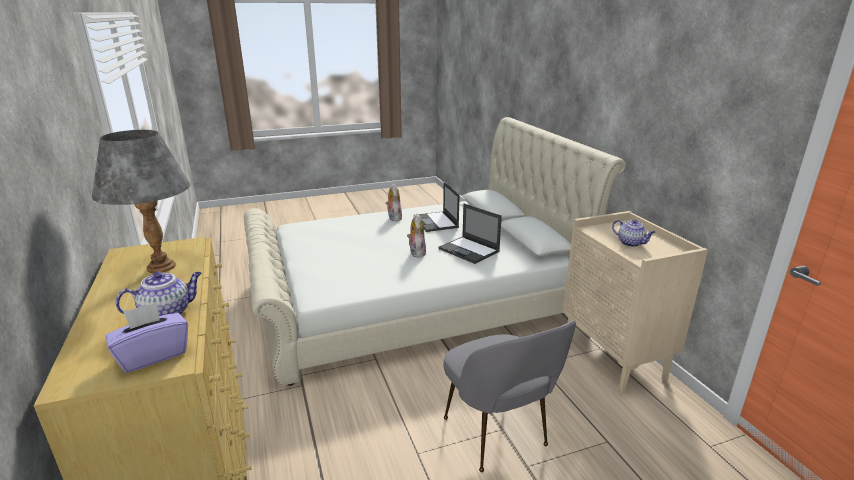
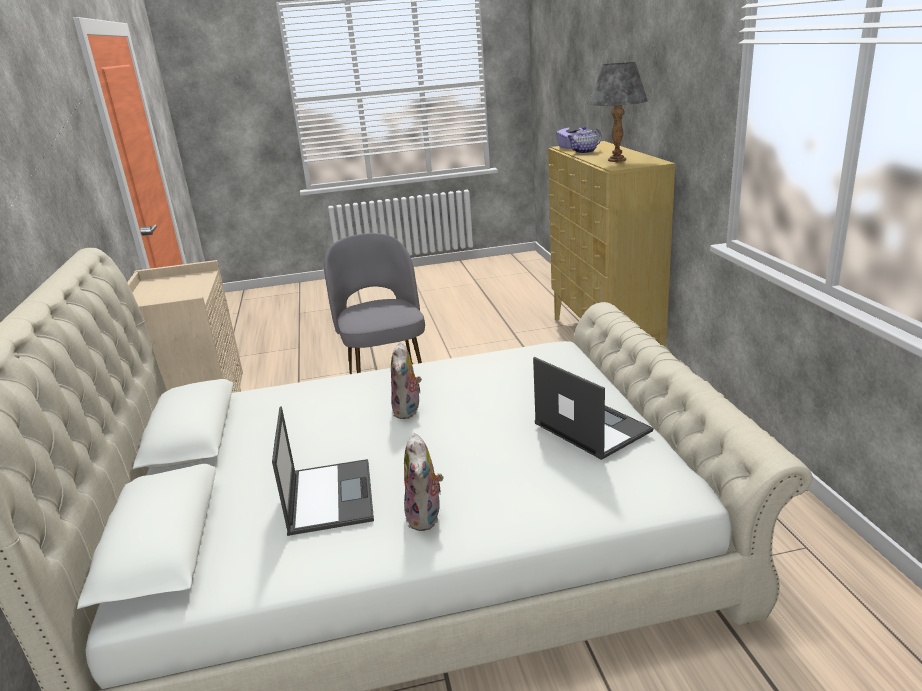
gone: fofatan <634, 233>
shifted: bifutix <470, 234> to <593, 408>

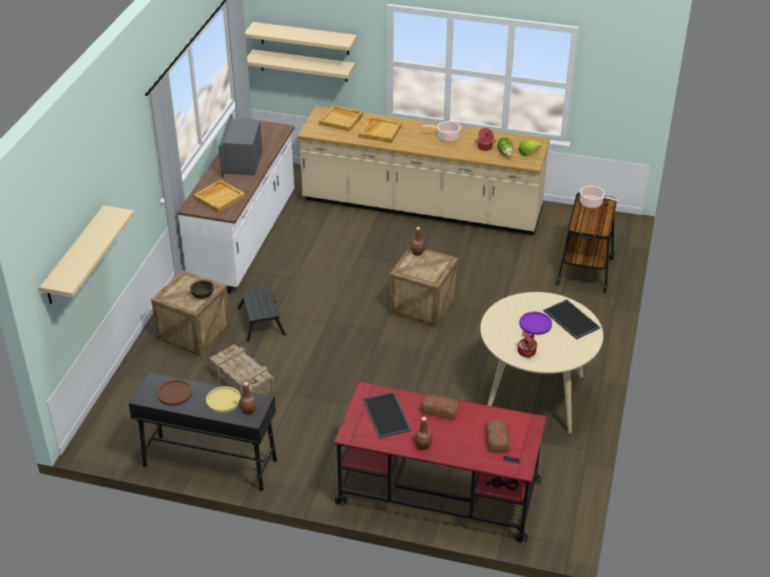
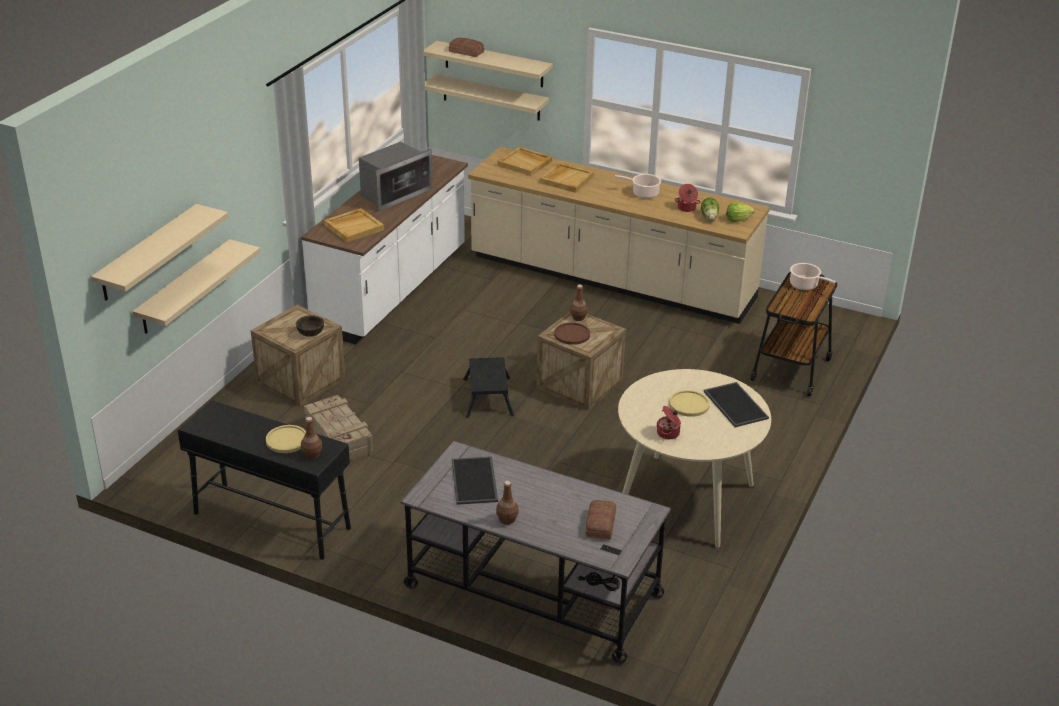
new: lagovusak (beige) <196, 286>
shifted: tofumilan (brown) <174, 393> to <572, 333>; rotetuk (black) <262, 314> to <489, 387>; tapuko <440, 407> to <466, 47>
repainted: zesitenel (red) <440, 462> to zesitenel (grey) <536, 552>; tofumilan (purple) <535, 323> to tofumilan (yellow) <689, 403>
rotated: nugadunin <241, 146> = <396, 177> 150 degrees counterclockwise

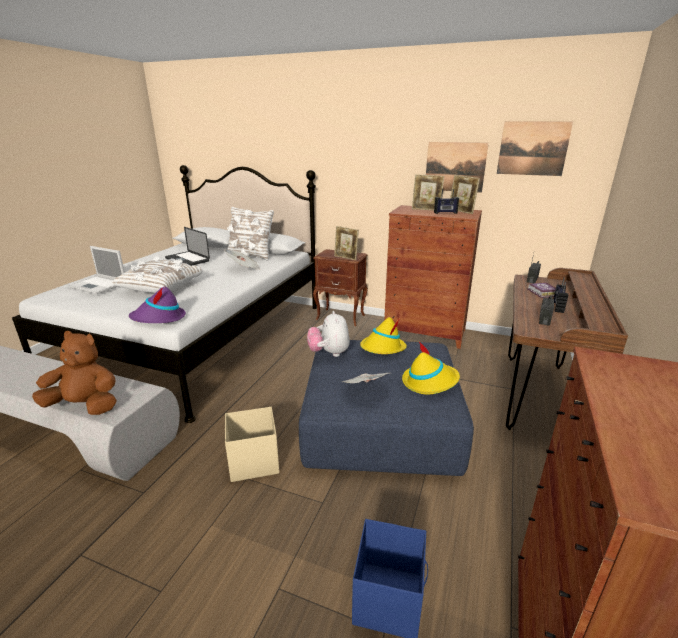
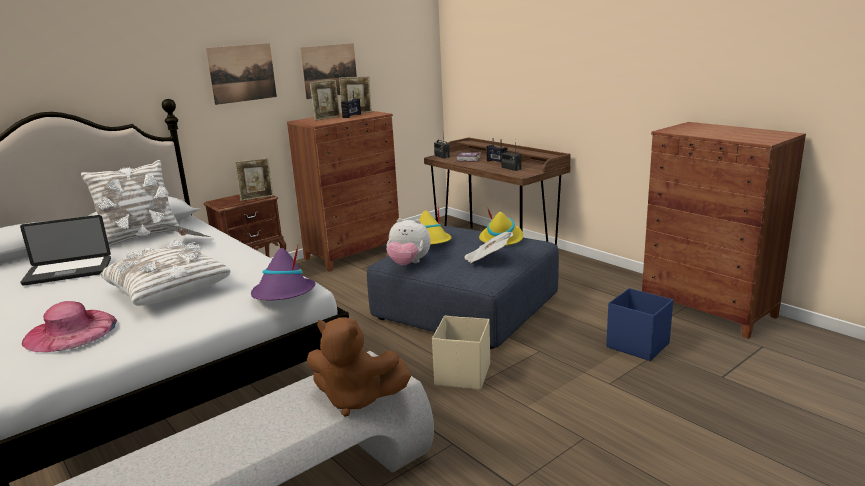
shifted: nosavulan <535, 148> to <241, 74>
swapped: bifutix <96, 270> to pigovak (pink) <69, 326>
rotated: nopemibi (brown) <74, 373> = <359, 367> 105 degrees counterclockwise

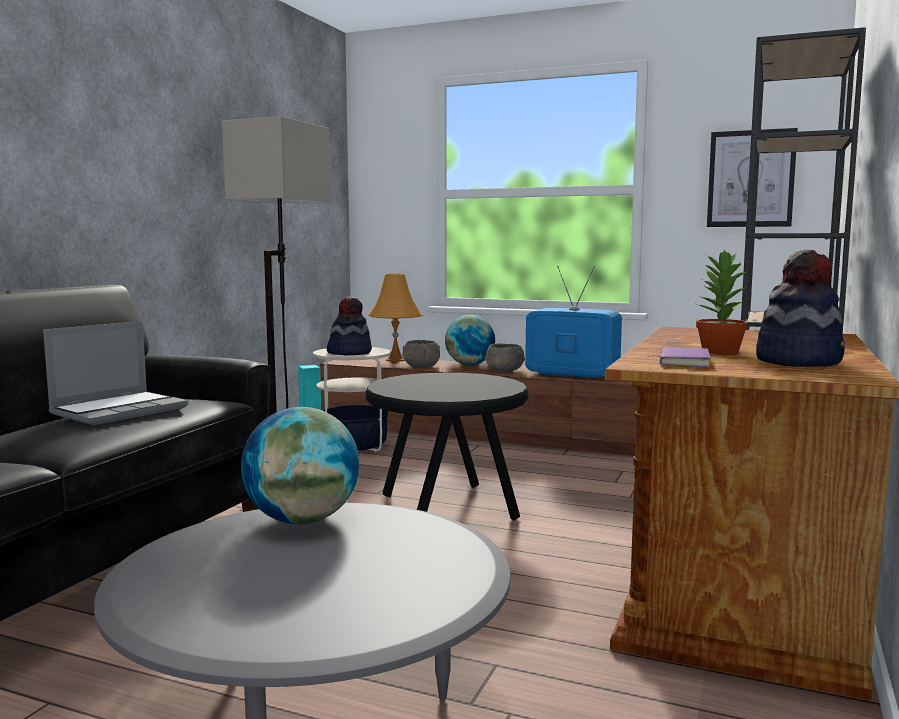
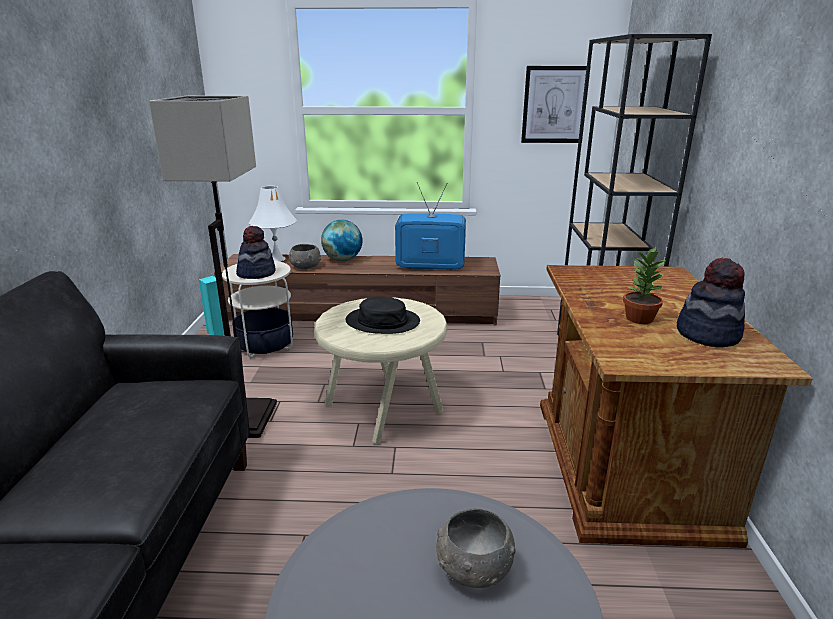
gone: bifutix <116, 373>; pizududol <300, 465>; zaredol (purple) <679, 357>
new: pigovak (black) <383, 315>
shifted: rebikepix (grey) <505, 357> to <476, 548>
repainted: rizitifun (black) <447, 447> to rizitifun (beige) <380, 370>; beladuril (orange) <395, 318> to beladuril (white) <273, 223>

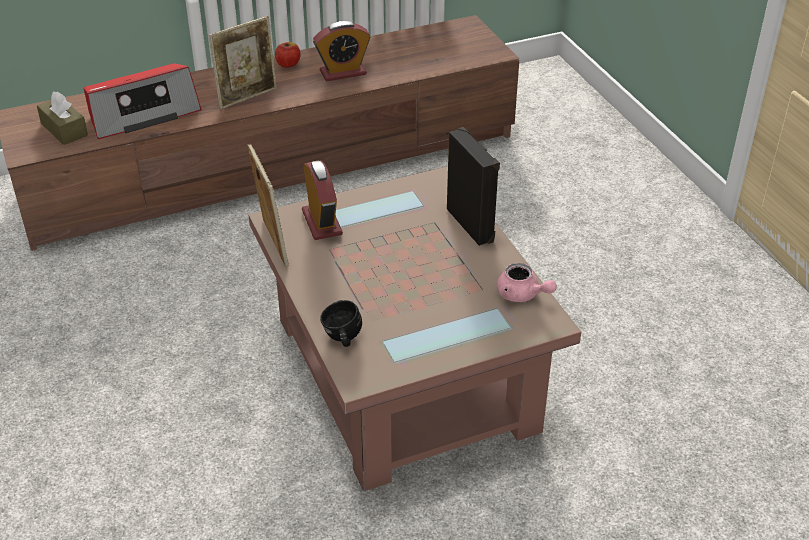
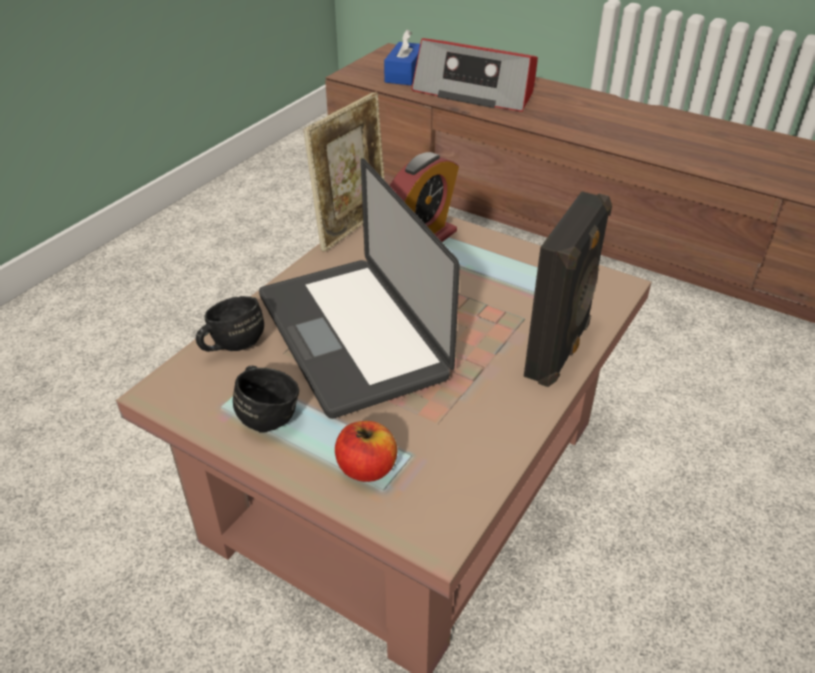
gone: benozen <243, 62>; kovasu <341, 51>; fofatan (pink) <527, 282>
new: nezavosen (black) <266, 399>; bifutix <359, 288>
shifted: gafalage <288, 55> to <366, 451>
repainted: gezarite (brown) <62, 118> to gezarite (blue) <402, 57>

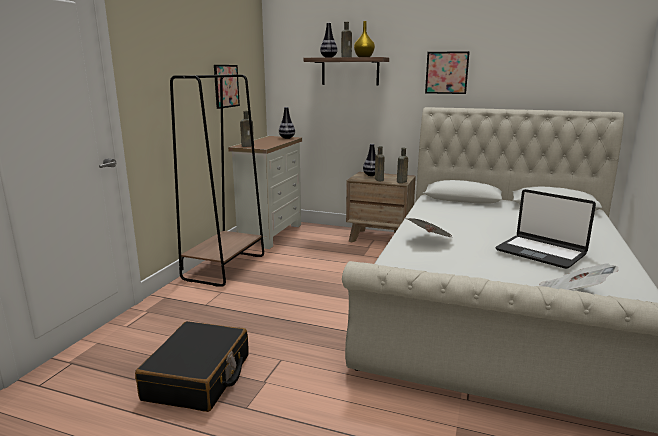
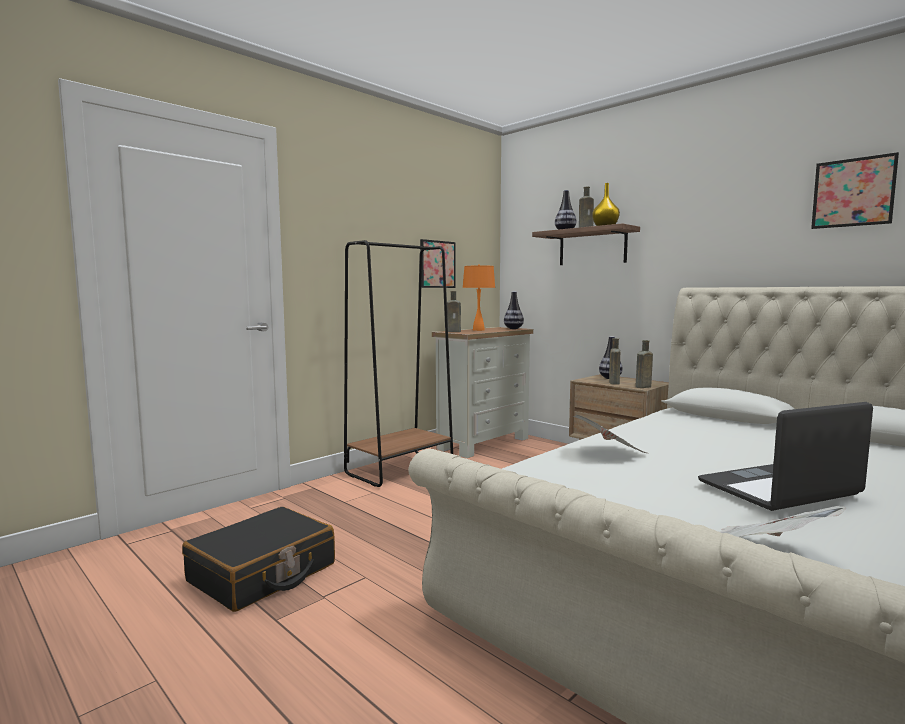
new: beladuril (orange) <479, 297>
shifted: nosavulan <447, 72> to <855, 190>
rotated: bifutix <546, 229> = <785, 456> 90 degrees clockwise

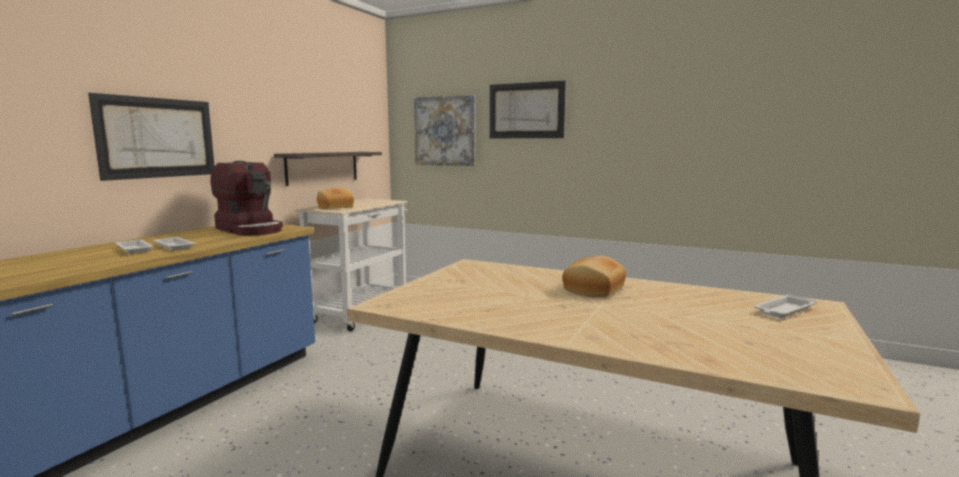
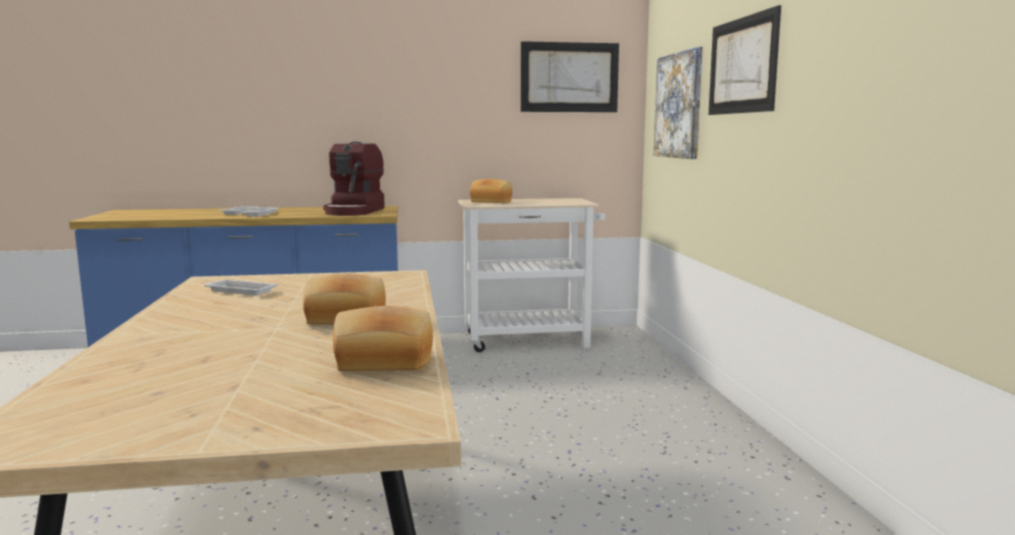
gone: lagovusak <328, 169>
new: tapuko <383, 338>
shifted: nosavulan <151, 137> to <570, 76>; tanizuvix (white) <785, 306> to <241, 287>

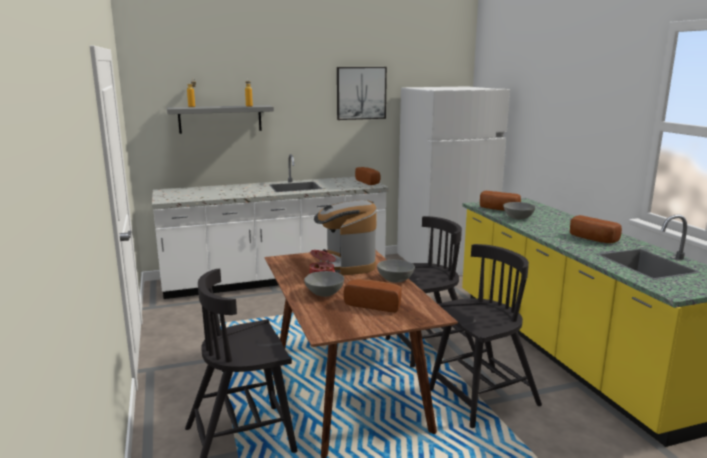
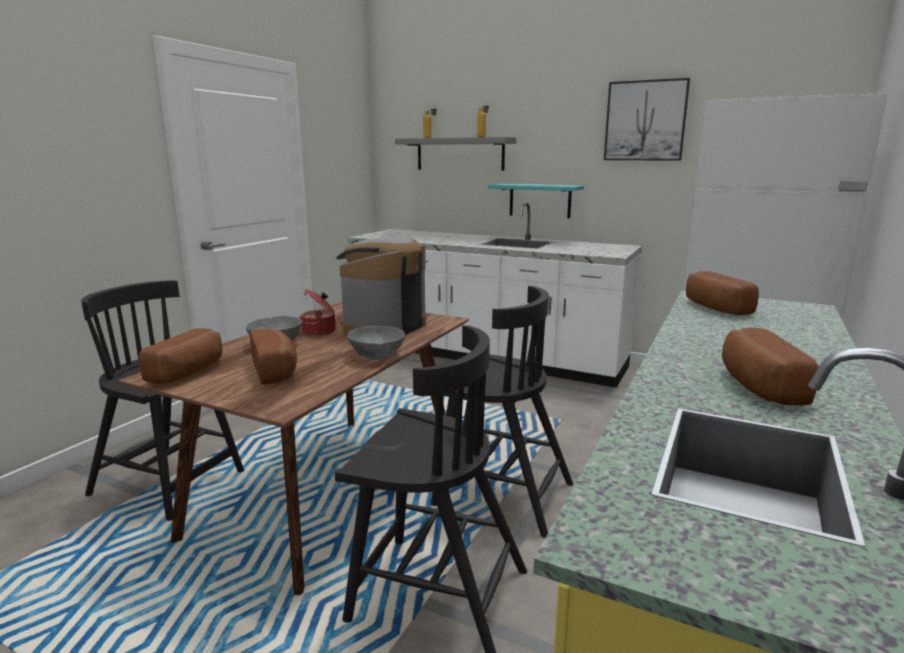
gone: rebikepix (grey) <519, 211>
new: lagovusak (turquoise) <536, 200>
shifted: tapuko <368, 176> to <180, 356>

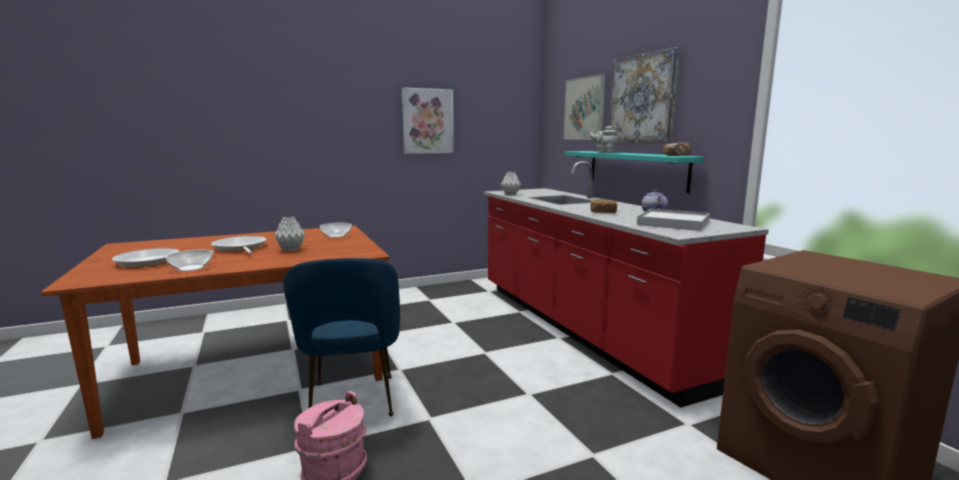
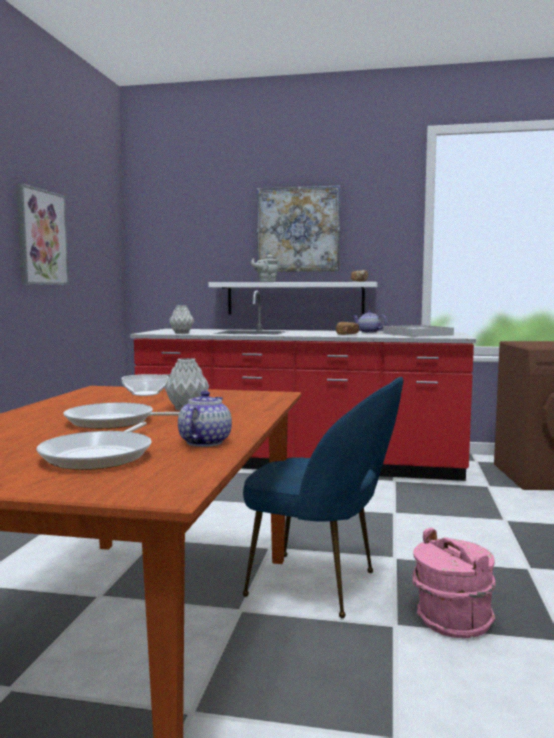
gone: nosavulan <584, 107>
swapped: rebikepix <189, 260> to fofatan <205, 418>
repainted: lagovusak (turquoise) <634, 172> to lagovusak (white) <292, 298>

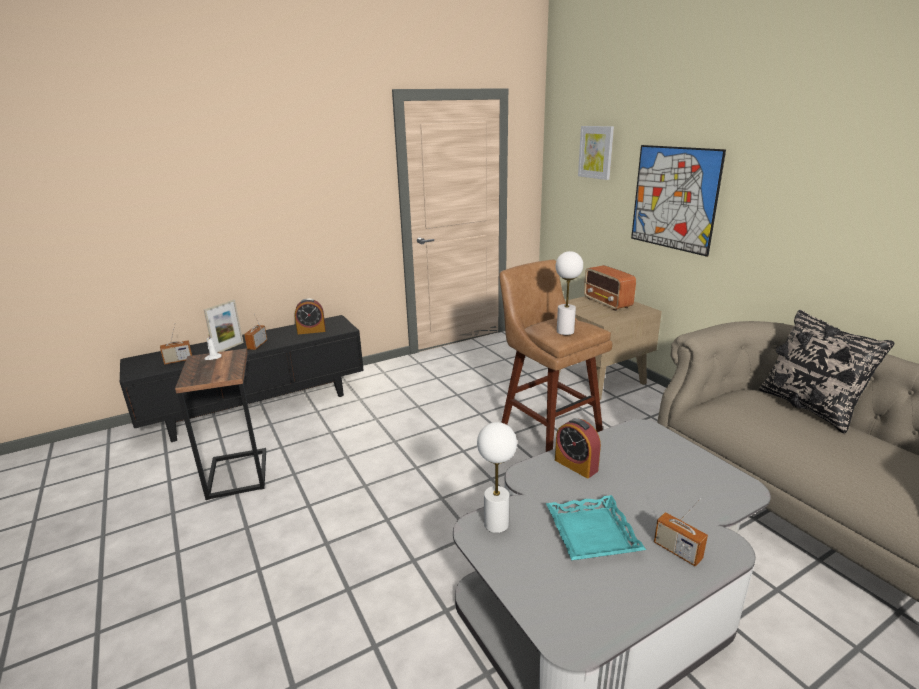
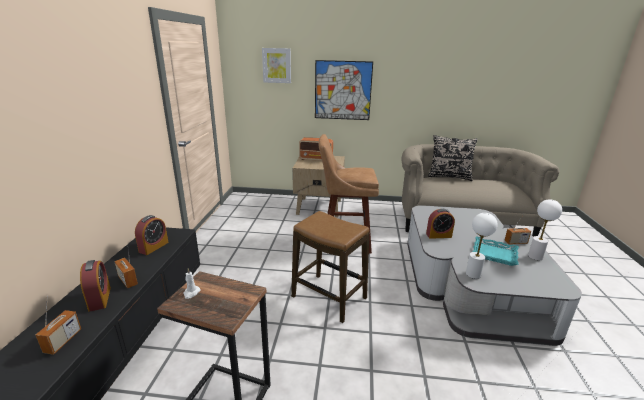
new: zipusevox <330, 267>
shifted: beladuril (white) <569, 293> to <545, 230>
swapped: benozen <224, 326> to kovasu <95, 286>

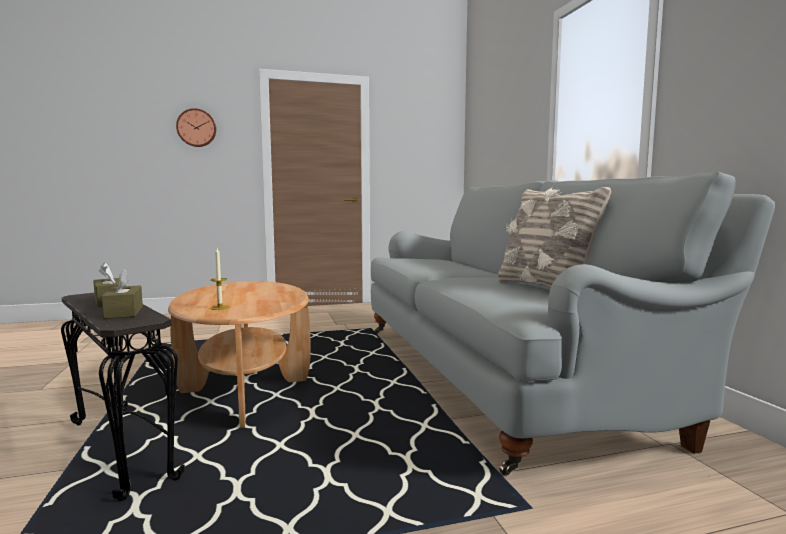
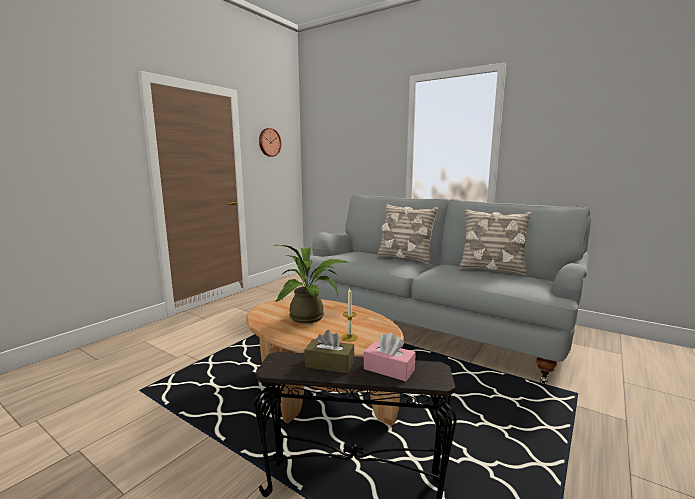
new: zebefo <312, 284>; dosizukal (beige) <407, 234>
shifted: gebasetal <196, 127> to <270, 142>
repainted: gezarite (brown) <122, 294> to gezarite (pink) <390, 357>

